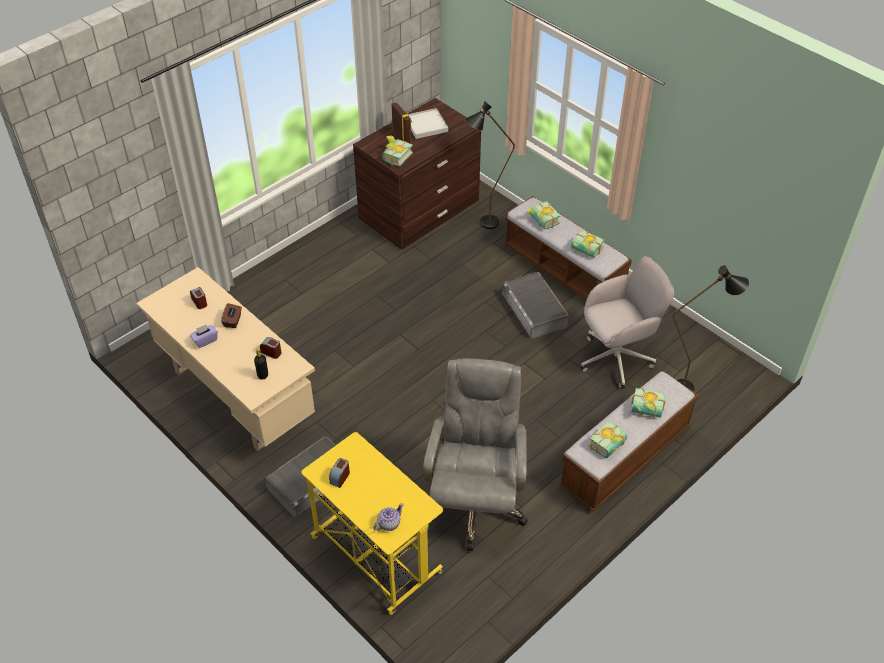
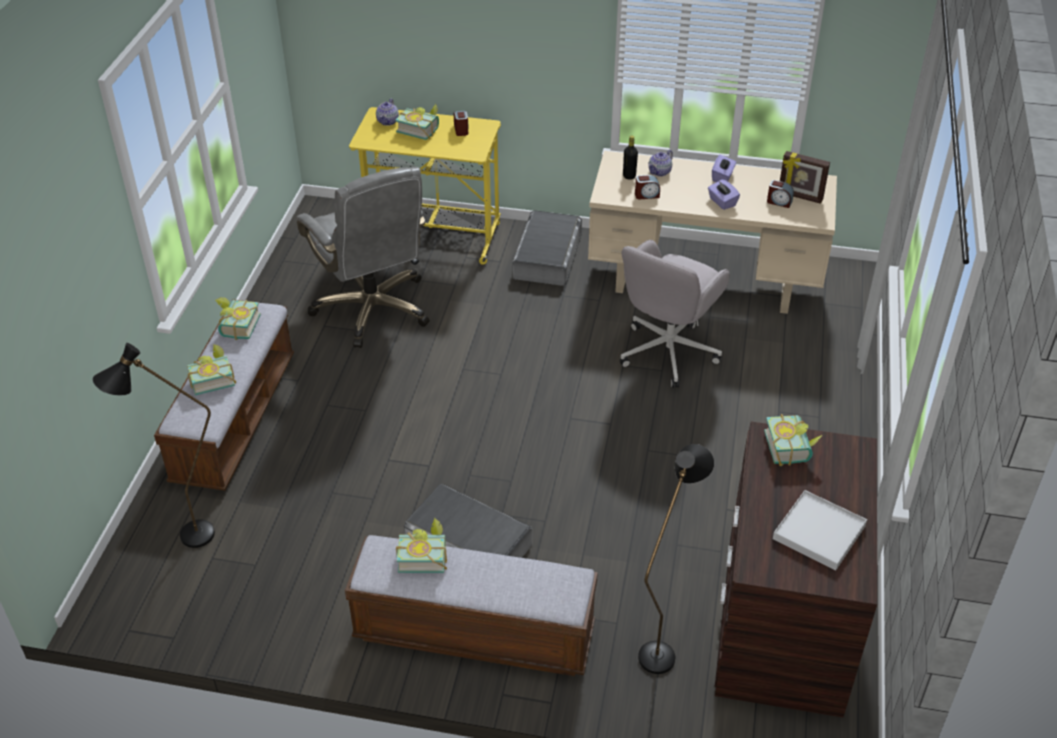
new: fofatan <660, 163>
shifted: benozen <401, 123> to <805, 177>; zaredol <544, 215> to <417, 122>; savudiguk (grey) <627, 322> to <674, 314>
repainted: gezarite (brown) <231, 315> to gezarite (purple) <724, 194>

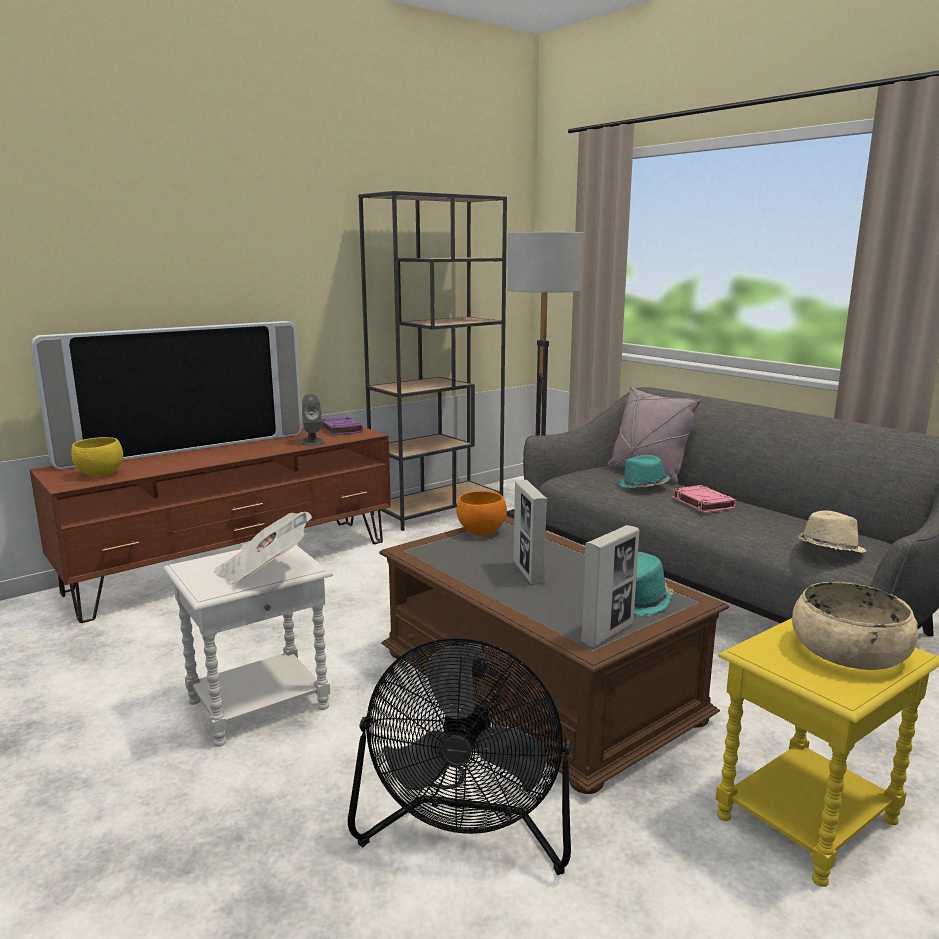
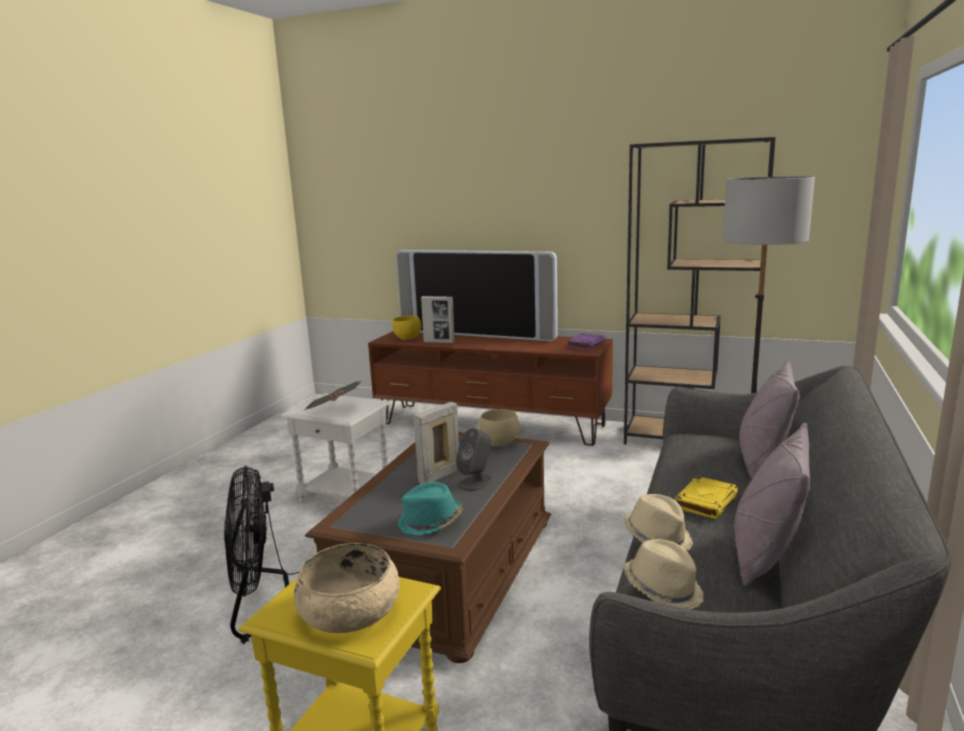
gone: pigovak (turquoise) <644, 471>
new: pigovak (beige) <658, 522>; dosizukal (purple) <773, 504>
shifted: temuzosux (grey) <312, 420> to <475, 459>; benozen <610, 586> to <438, 319>
repainted: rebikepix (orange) <482, 513> to rebikepix (beige) <499, 428>; zaredol (pink) <704, 499> to zaredol (yellow) <707, 497>

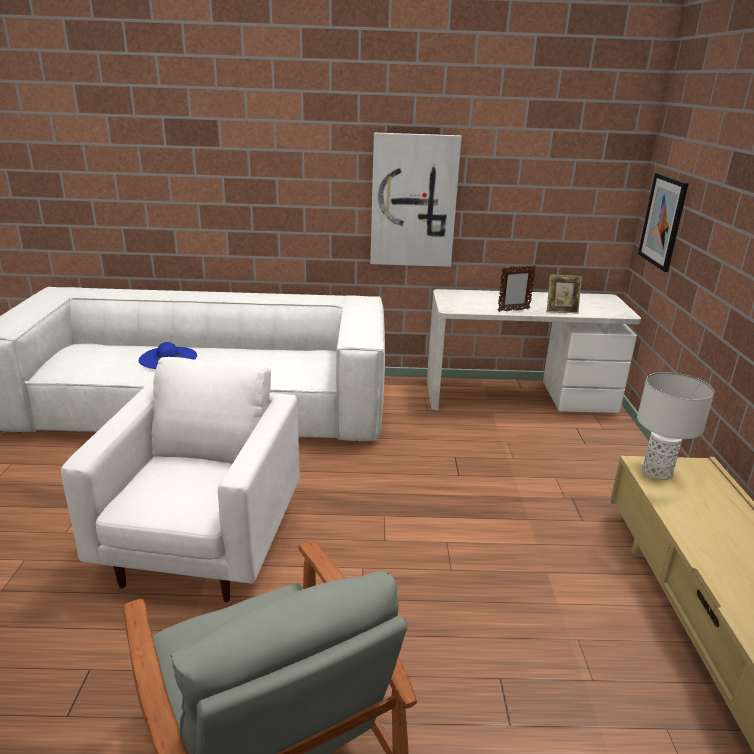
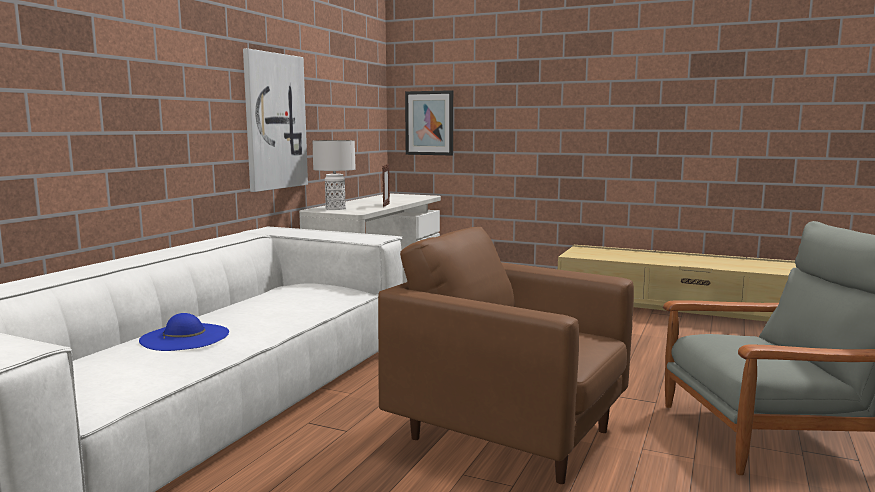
gone: benozen <564, 294>
shifted: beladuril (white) <675, 426> to <334, 175>
repainted: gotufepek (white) <180, 479> to gotufepek (brown) <506, 355>

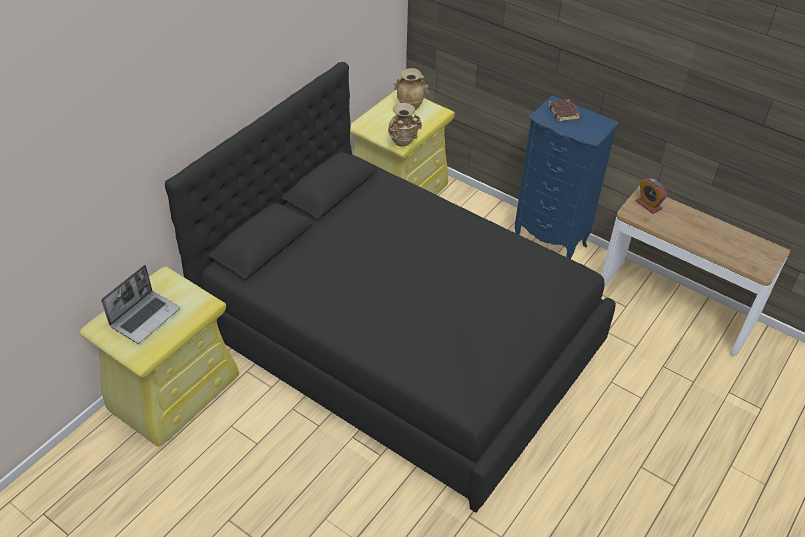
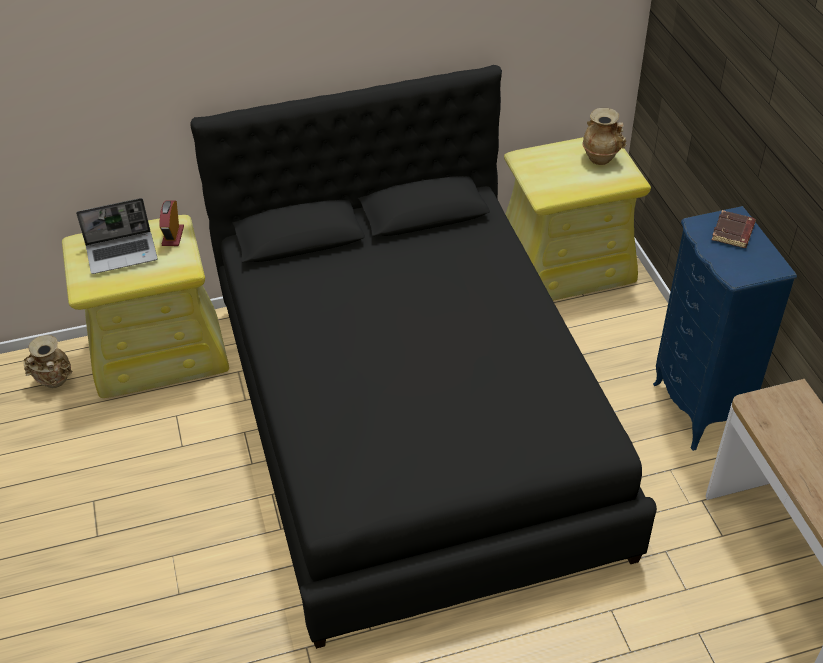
shifted: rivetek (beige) <405, 125> to <48, 361>; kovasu <652, 196> to <171, 223>

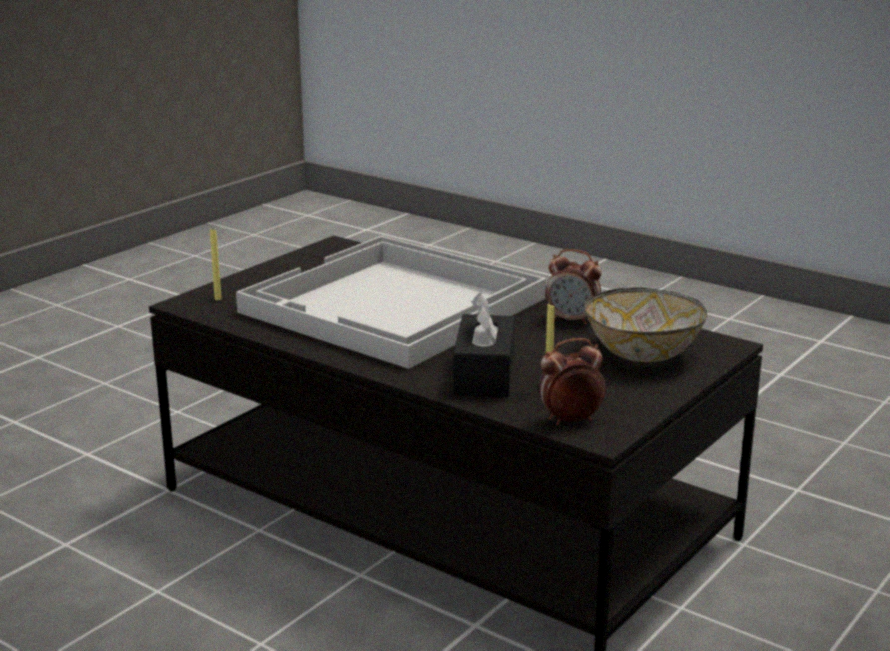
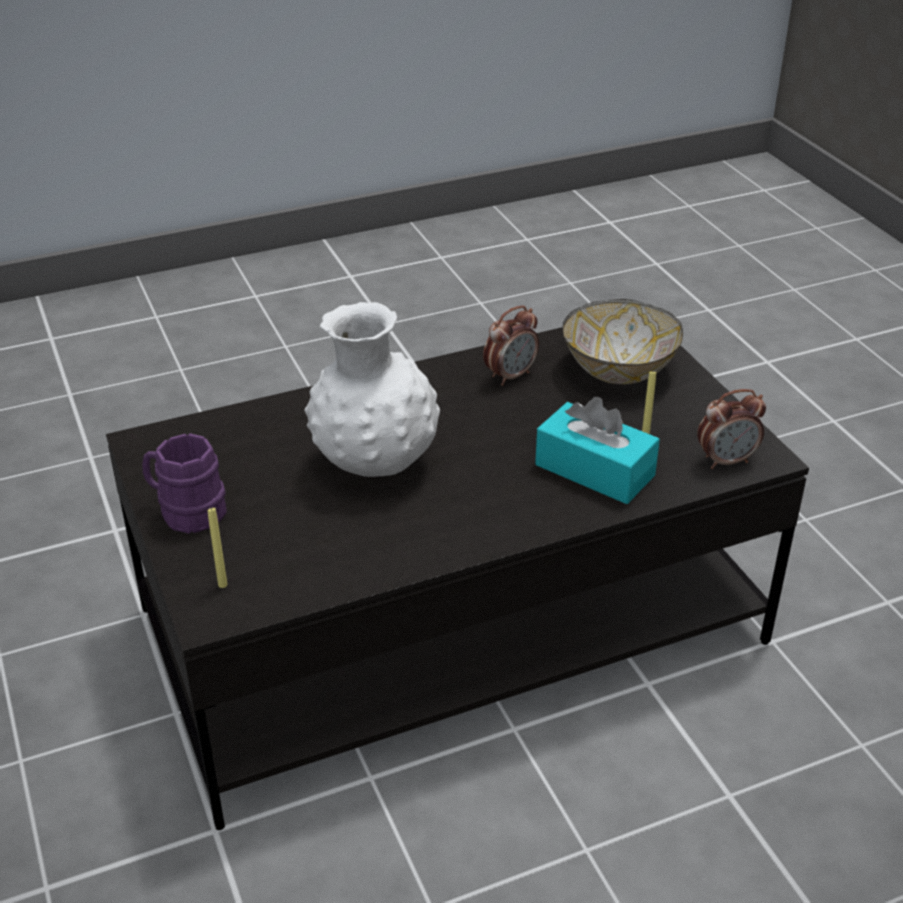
new: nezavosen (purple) <184, 483>
swapped: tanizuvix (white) <391, 302> to rivetek (white) <372, 389>
repainted: gezarite (black) <484, 344> to gezarite (turquoise) <597, 450>
rotated: kovasu <572, 381> = <731, 429> 120 degrees counterclockwise

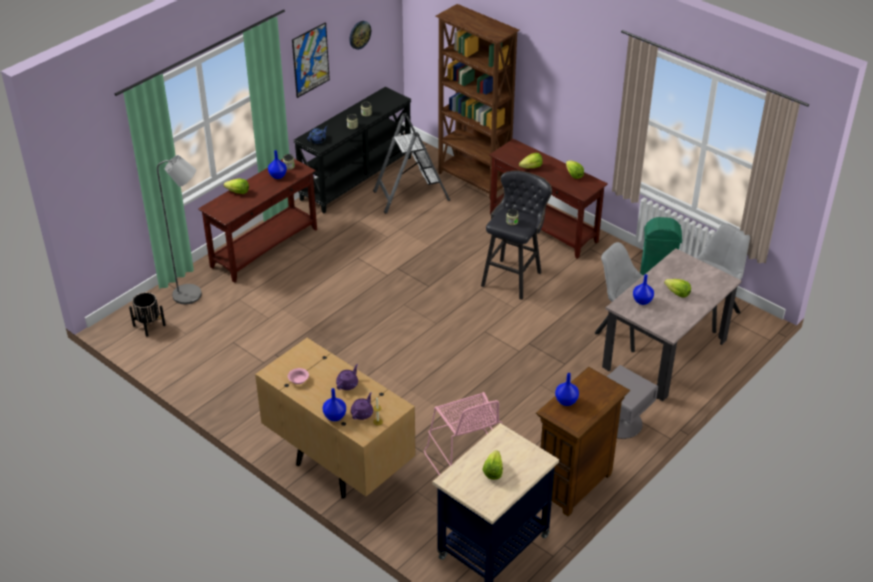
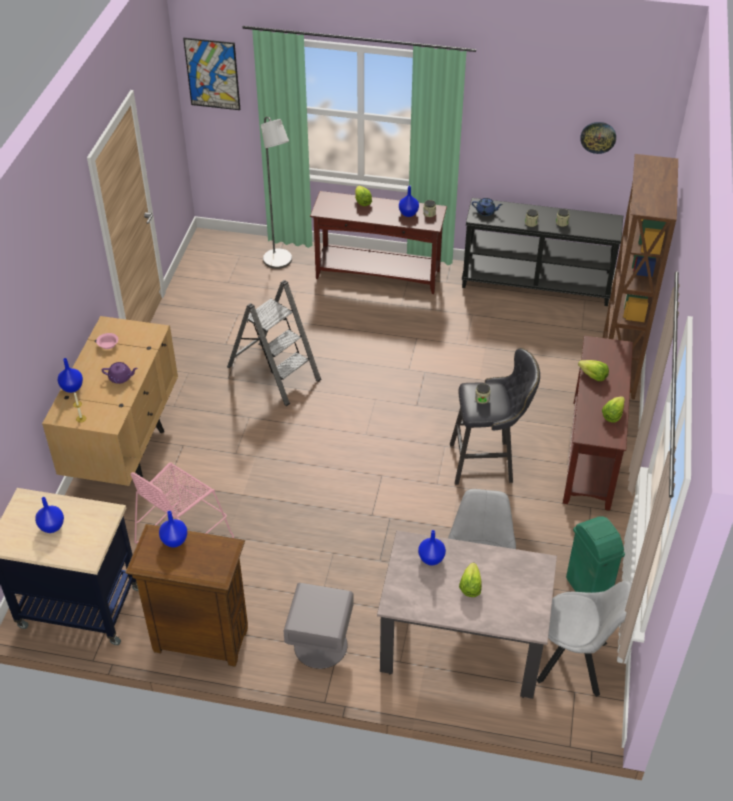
gone: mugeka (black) <147, 314>; fofatan (purple) <362, 406>
shifted: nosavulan <311, 60> to <211, 74>; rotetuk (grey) <411, 163> to <274, 343>
swapped: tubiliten <492, 465> to rivetek (blue) <49, 515>

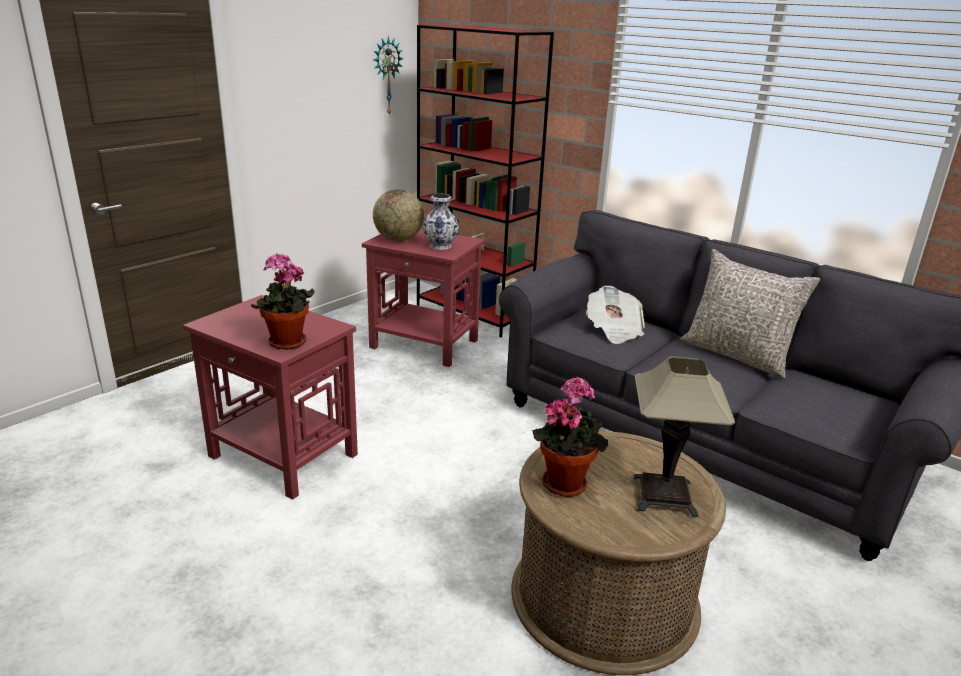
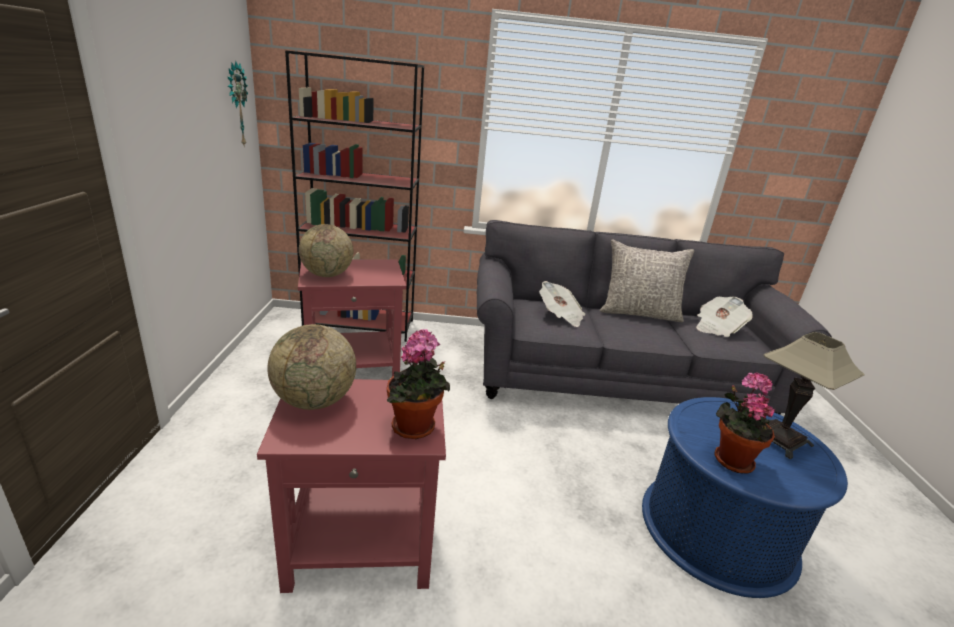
gone: rivetek <441, 222>
new: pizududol <311, 367>; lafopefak <724, 316>
repainted: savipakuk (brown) <618, 553> to savipakuk (blue) <745, 497>

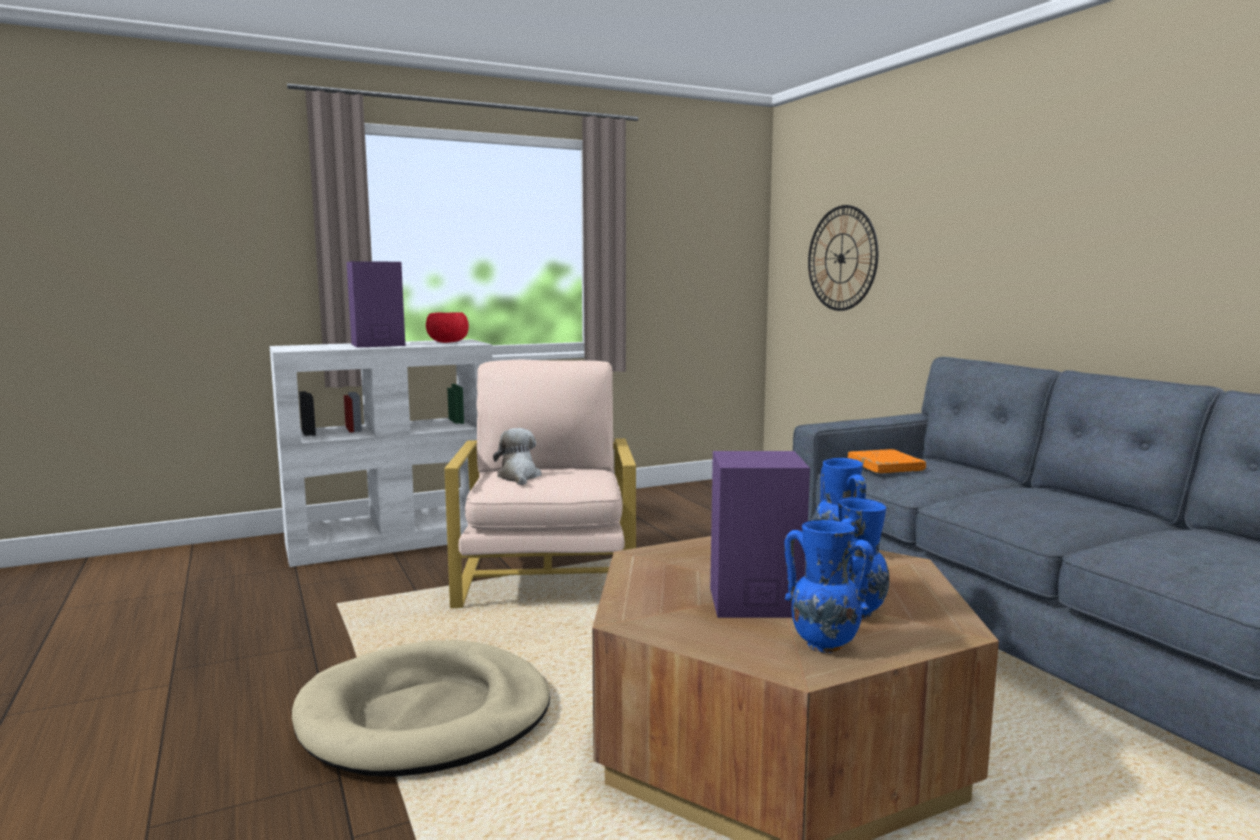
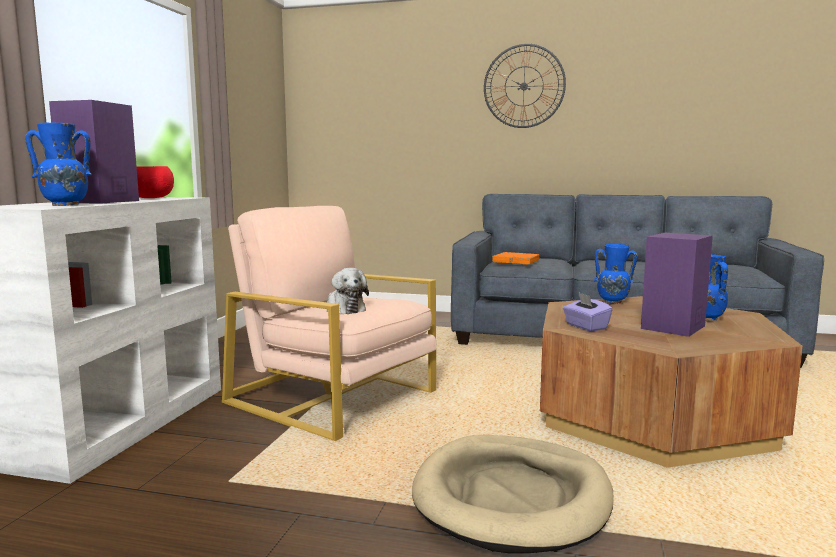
new: gezarite (purple) <588, 311>
shifted: rivetek (blue) <828, 586> to <58, 164>; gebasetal <843, 258> to <525, 86>
rotated: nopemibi <517, 456> = <348, 291> 150 degrees counterclockwise

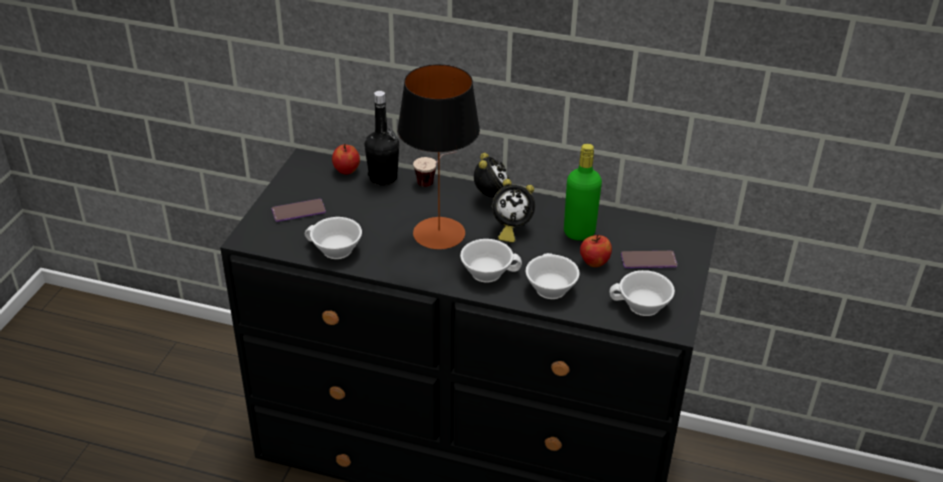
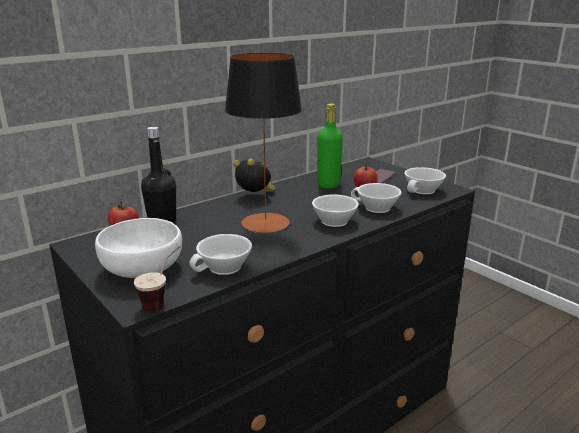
gone: kovasu <513, 211>
shifted: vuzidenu <435, 169> to <157, 279>
swapped: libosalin <299, 210> to rebikepix (white) <138, 248>

